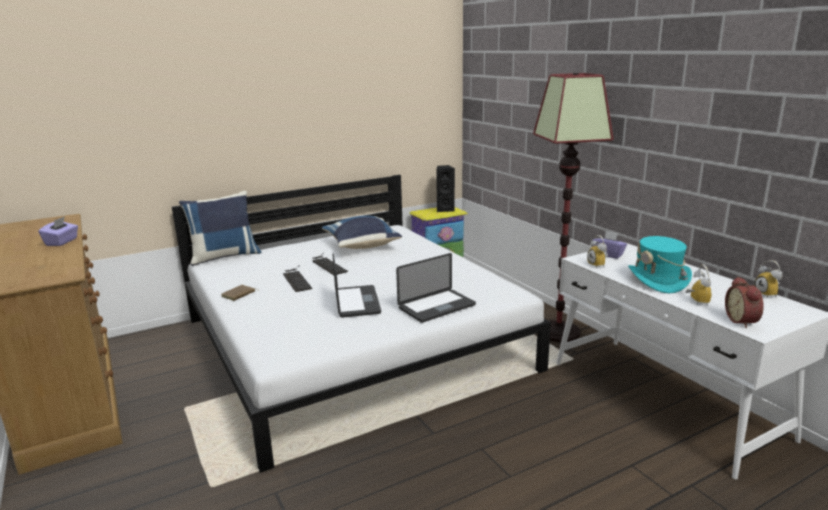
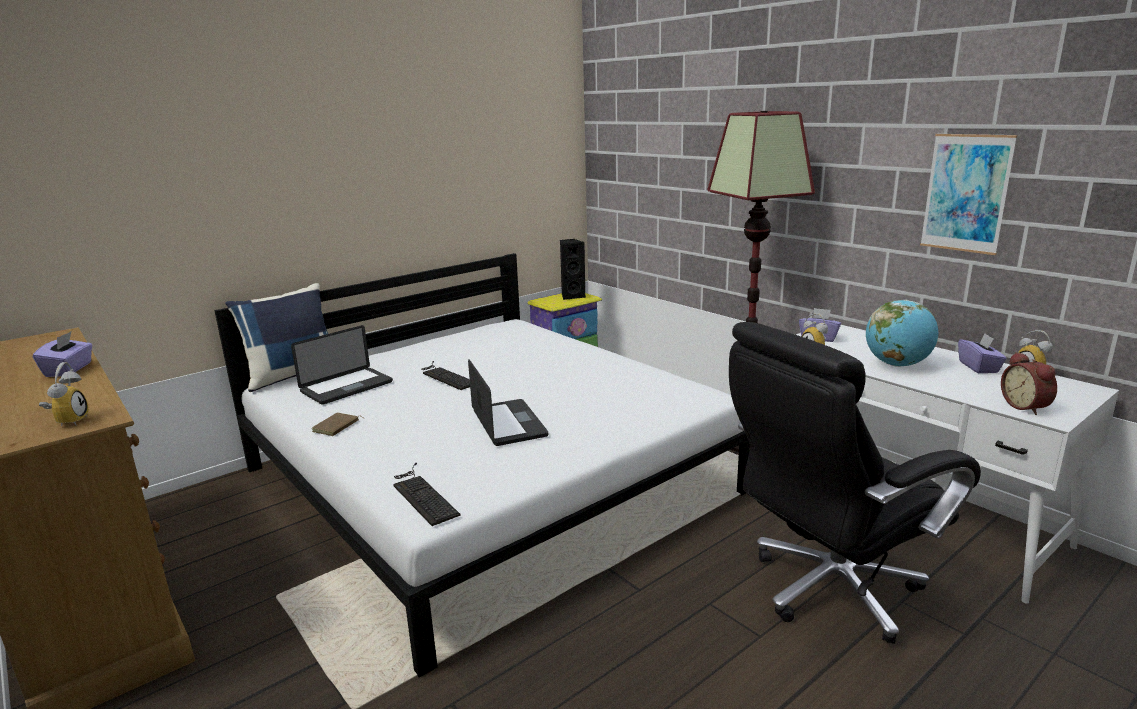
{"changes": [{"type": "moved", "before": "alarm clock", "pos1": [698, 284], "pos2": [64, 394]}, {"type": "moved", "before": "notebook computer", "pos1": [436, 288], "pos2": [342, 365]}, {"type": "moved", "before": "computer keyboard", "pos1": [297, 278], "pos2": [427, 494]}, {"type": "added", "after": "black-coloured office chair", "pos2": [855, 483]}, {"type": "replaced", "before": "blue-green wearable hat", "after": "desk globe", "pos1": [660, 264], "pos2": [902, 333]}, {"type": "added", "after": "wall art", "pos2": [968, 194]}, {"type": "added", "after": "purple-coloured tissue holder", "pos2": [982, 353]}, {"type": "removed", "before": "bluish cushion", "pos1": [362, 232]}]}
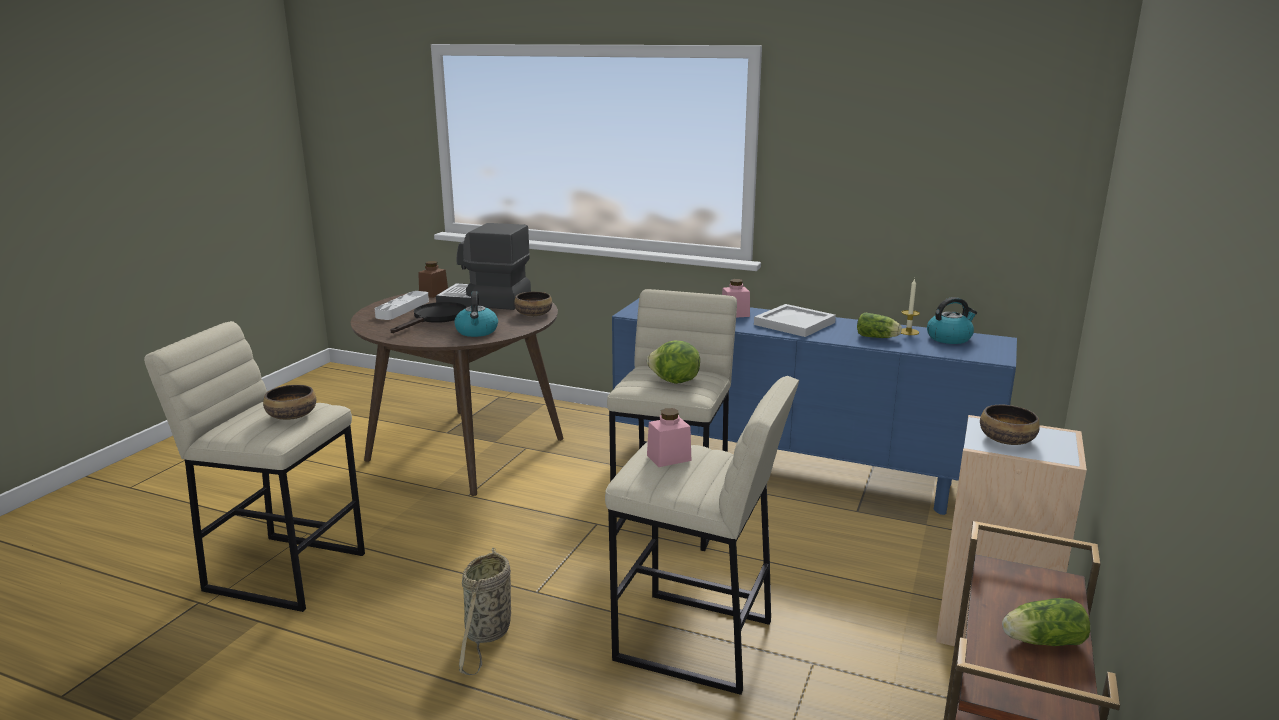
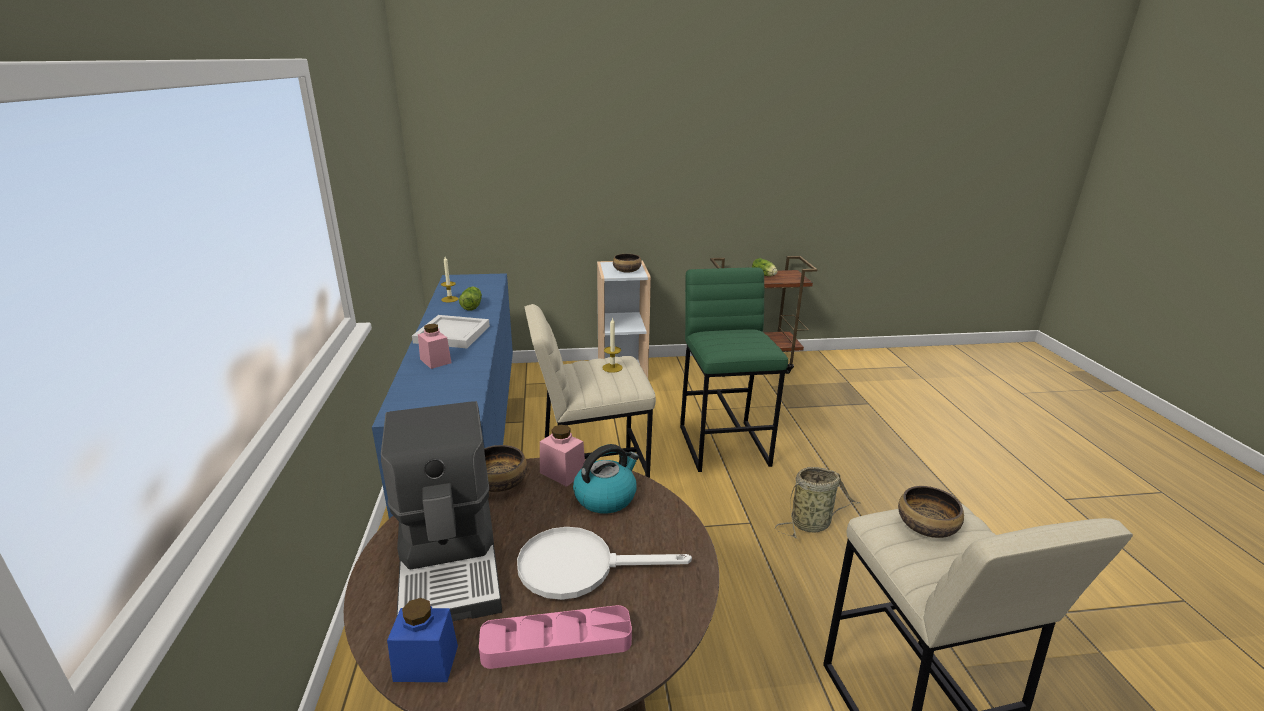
{"changes": [{"type": "recoloured", "before": "brownish storage jar", "after": "bluish storage jar", "pos1": [433, 279], "pos2": [422, 640]}, {"type": "recoloured", "before": "whitish serving tray", "after": "pinkish serving tray", "pos1": [401, 305], "pos2": [555, 637]}, {"type": "recoloured", "before": "black-coloured frying pan", "after": "whitish frying pan", "pos1": [428, 317], "pos2": [604, 563]}, {"type": "moved", "before": "pinkish storage jar", "pos1": [669, 437], "pos2": [562, 456]}, {"type": "replaced", "before": "head of lettuce", "after": "candle", "pos1": [673, 362], "pos2": [612, 345]}, {"type": "recoloured", "before": "sand-coloured stool seat", "after": "green-coloured stool seat", "pos1": [702, 535], "pos2": [734, 369]}, {"type": "removed", "before": "tea kettle", "pos1": [952, 320]}]}
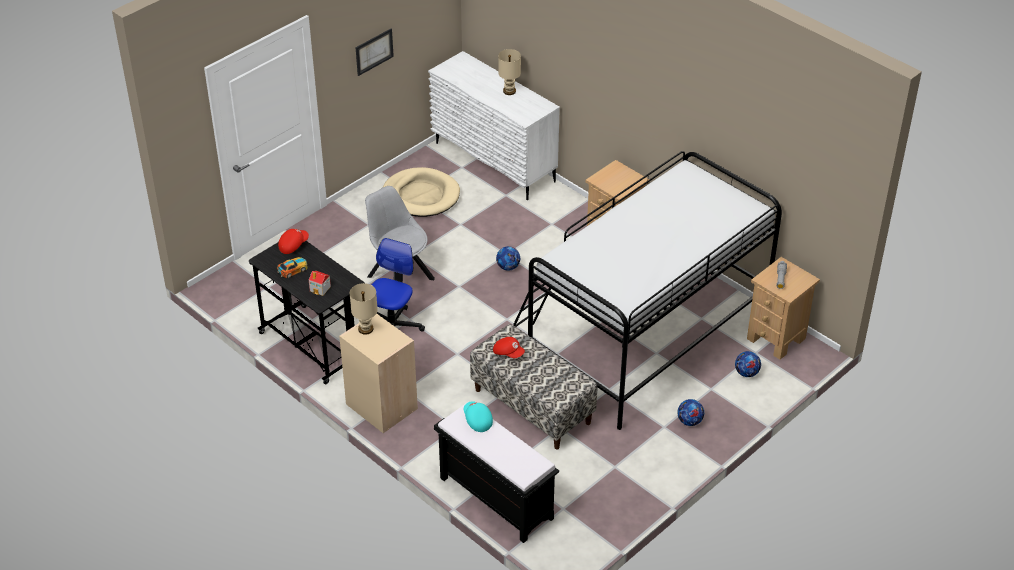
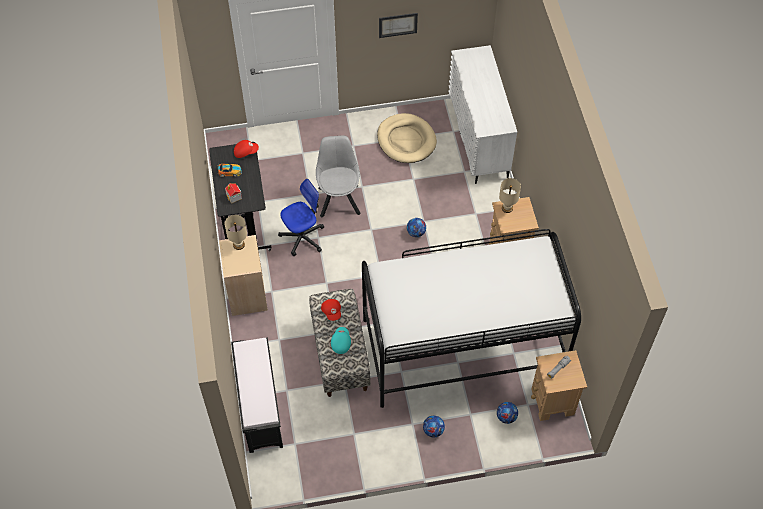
{"changes": [{"type": "moved", "before": "blue-green baseball cap", "pos1": [478, 416], "pos2": [341, 340]}, {"type": "moved", "before": "sand-coloured lamp for a table", "pos1": [509, 72], "pos2": [510, 195]}]}
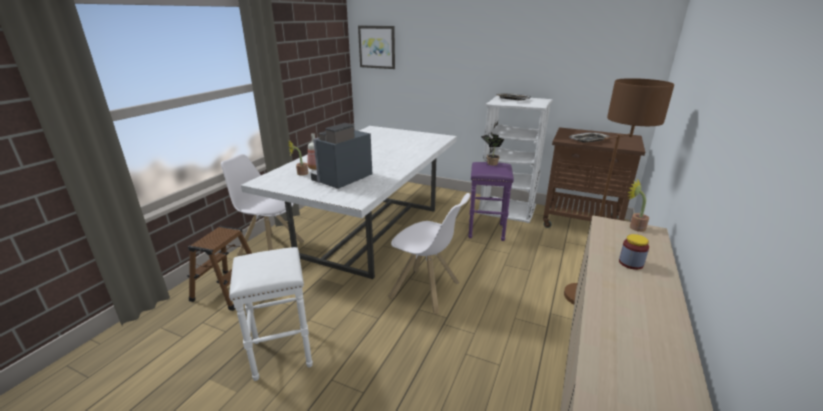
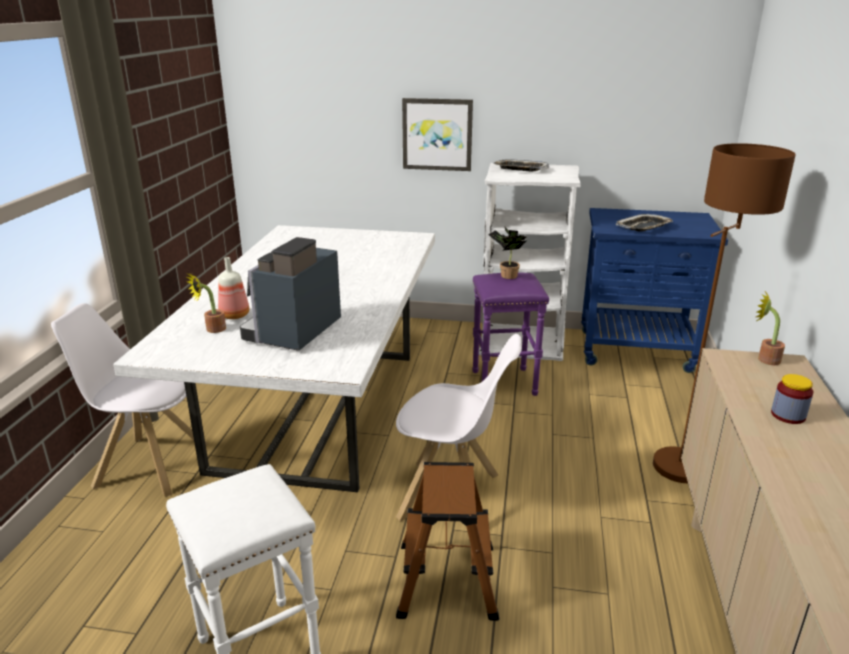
{"changes": [{"type": "moved", "before": "brownish stepladder", "pos1": [219, 268], "pos2": [447, 541]}, {"type": "moved", "before": "wall art", "pos1": [376, 47], "pos2": [437, 134]}, {"type": "recoloured", "before": "brownish cart", "after": "bluish cart", "pos1": [594, 177], "pos2": [654, 290]}]}
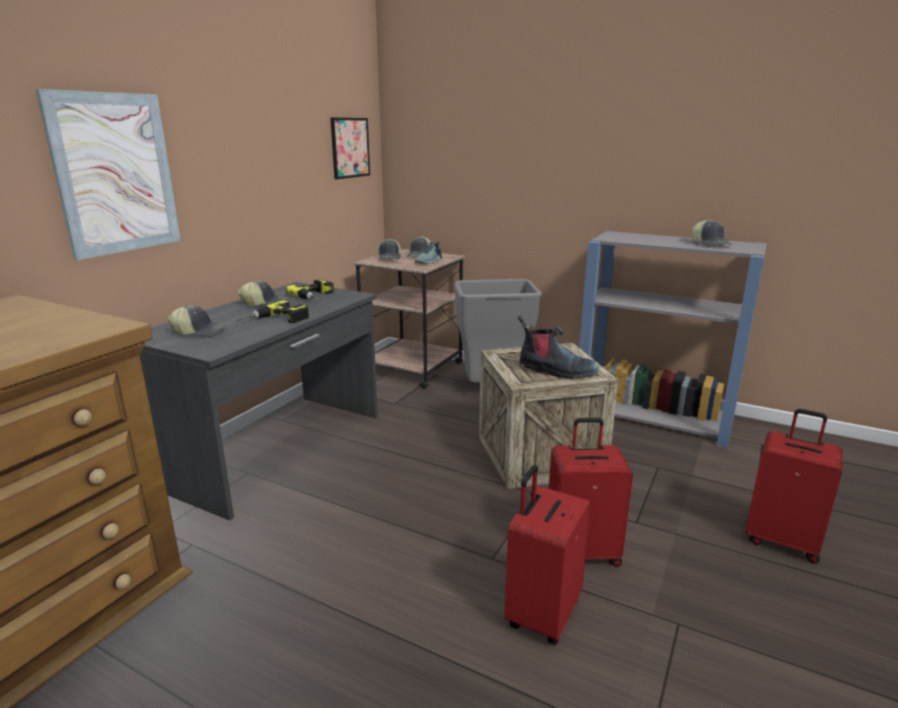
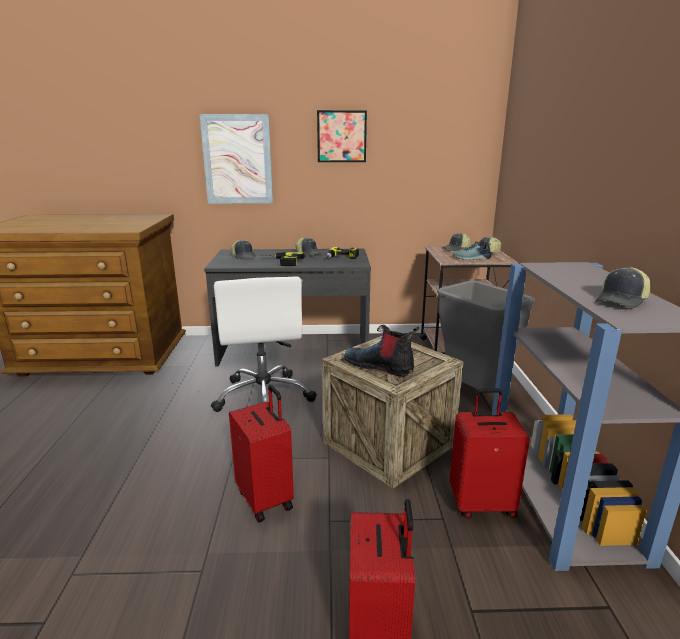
{"changes": [{"type": "added", "after": "whitish office chair", "pos2": [264, 344]}, {"type": "moved", "before": "wall art", "pos1": [350, 148], "pos2": [342, 136]}, {"type": "turned", "before": "high-top boot", "pos1": [558, 347], "pos2": [381, 350], "turn": 135}, {"type": "moved", "before": "red piece of luggage", "pos1": [547, 555], "pos2": [489, 453]}]}
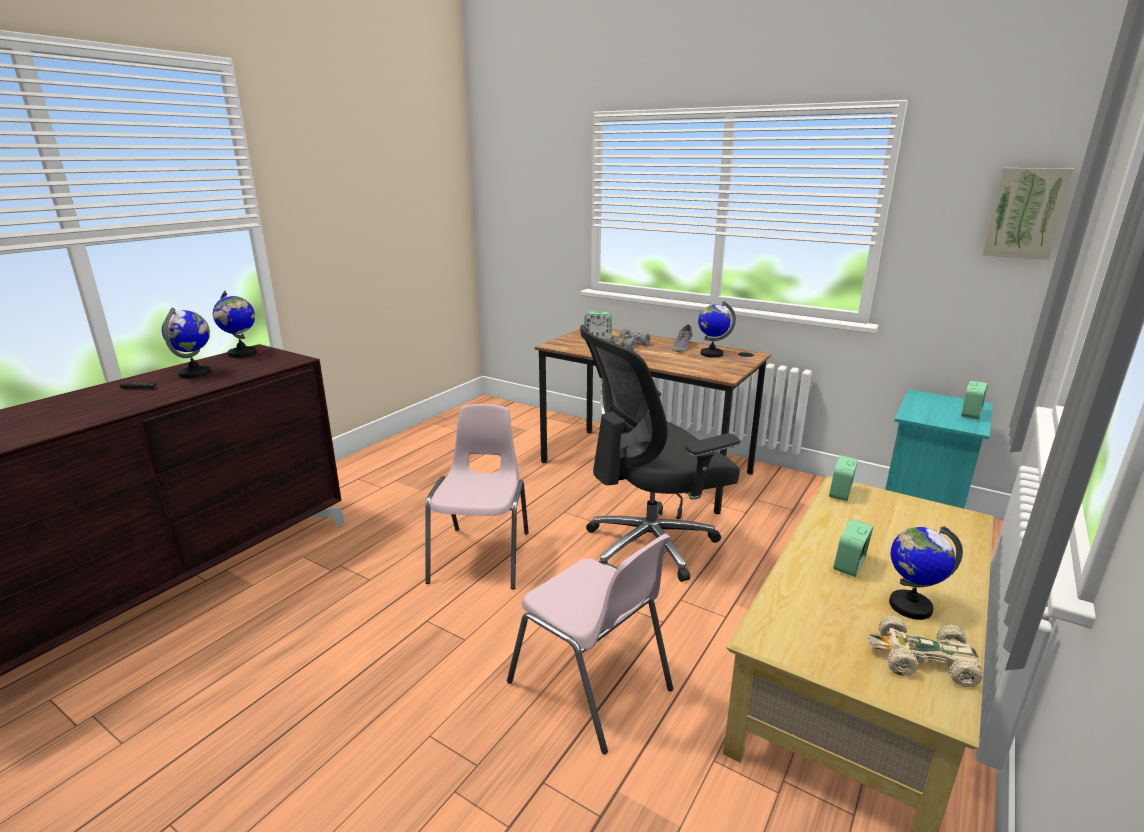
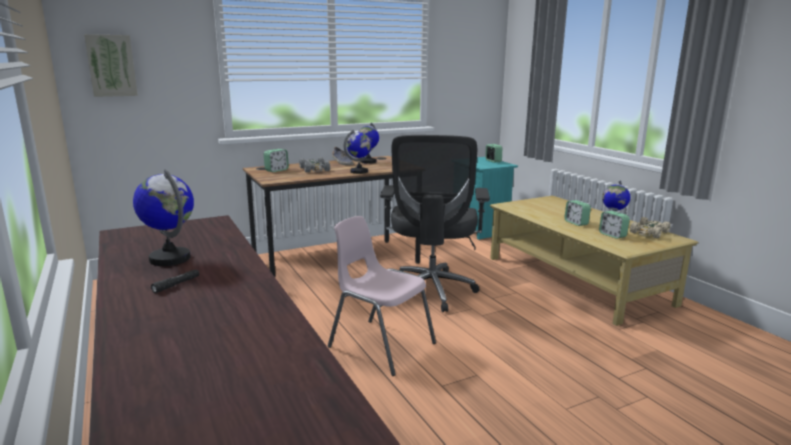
{"changes": [{"type": "moved", "before": "wall art", "pos1": [1028, 214], "pos2": [111, 65]}, {"type": "moved", "before": "desk globe", "pos1": [235, 324], "pos2": [358, 152]}, {"type": "moved", "before": "alarm clock", "pos1": [843, 478], "pos2": [614, 225]}, {"type": "removed", "before": "pinkish plain chair", "pos1": [590, 644]}]}
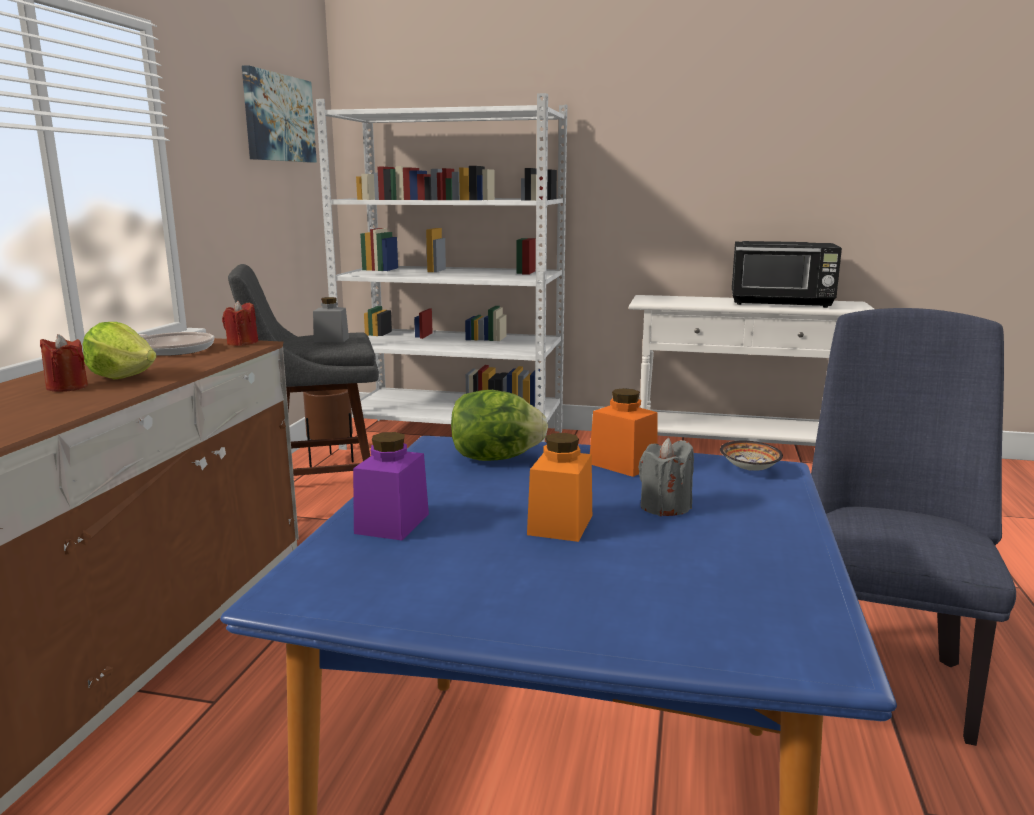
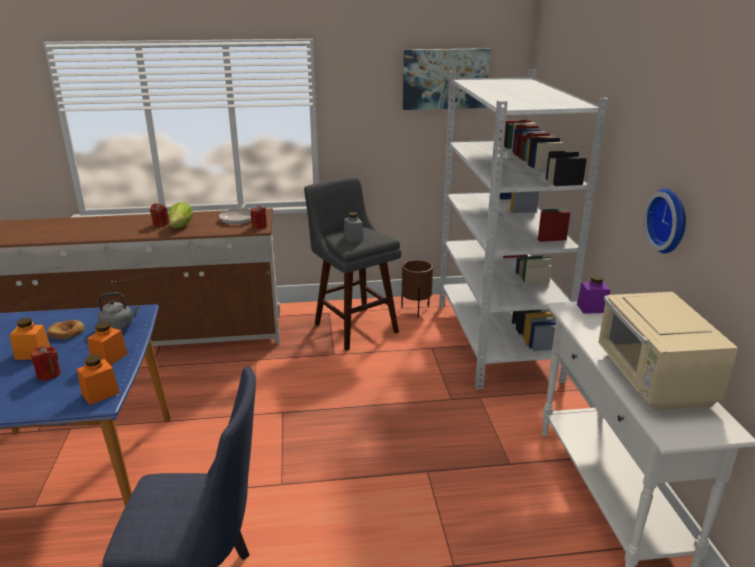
{"changes": [{"type": "recoloured", "before": "gray candle", "after": "red candle", "pos1": [666, 477], "pos2": [46, 363]}, {"type": "added", "after": "baked bread", "pos2": [65, 329]}, {"type": "replaced", "before": "deep dish", "after": "orange storage jar", "pos1": [751, 456], "pos2": [98, 380]}, {"type": "replaced", "before": "head of lettuce", "after": "gray tea kettle", "pos1": [499, 425], "pos2": [118, 311]}, {"type": "moved", "before": "purple-coloured storage jar", "pos1": [391, 486], "pos2": [593, 294]}, {"type": "recoloured", "before": "black-coloured microwave", "after": "sand-coloured microwave", "pos1": [787, 274], "pos2": [668, 351]}, {"type": "added", "after": "clock on the wall", "pos2": [664, 220]}]}
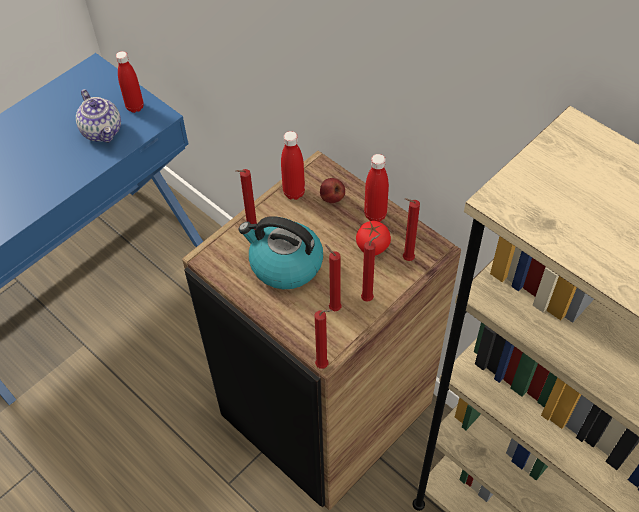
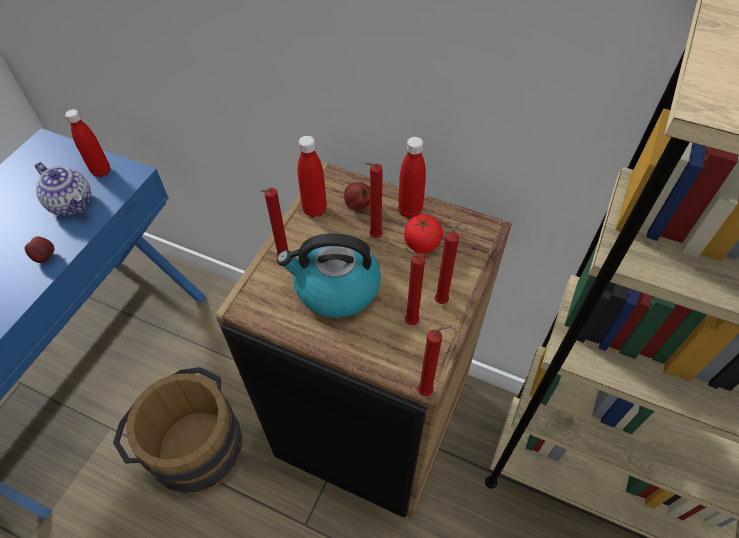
{"changes": [{"type": "added", "after": "apple", "pos2": [40, 249]}, {"type": "added", "after": "brownish bucket", "pos2": [177, 430]}, {"type": "moved", "before": "red candle", "pos1": [411, 229], "pos2": [374, 200]}]}
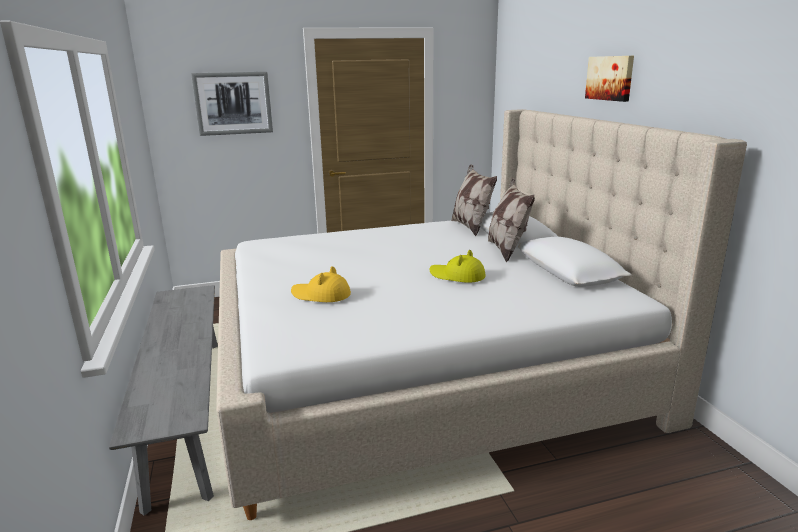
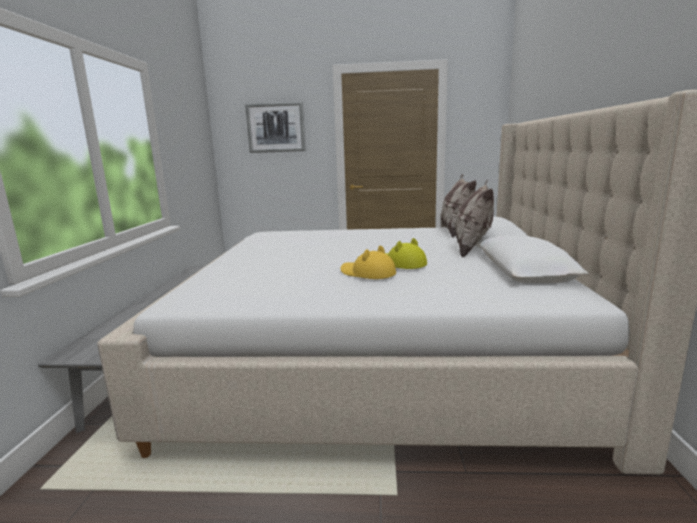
{"changes": [{"type": "moved", "before": "yellow-coloured wearable hat", "pos1": [321, 284], "pos2": [368, 262]}, {"type": "removed", "before": "wall art", "pos1": [609, 79]}]}
